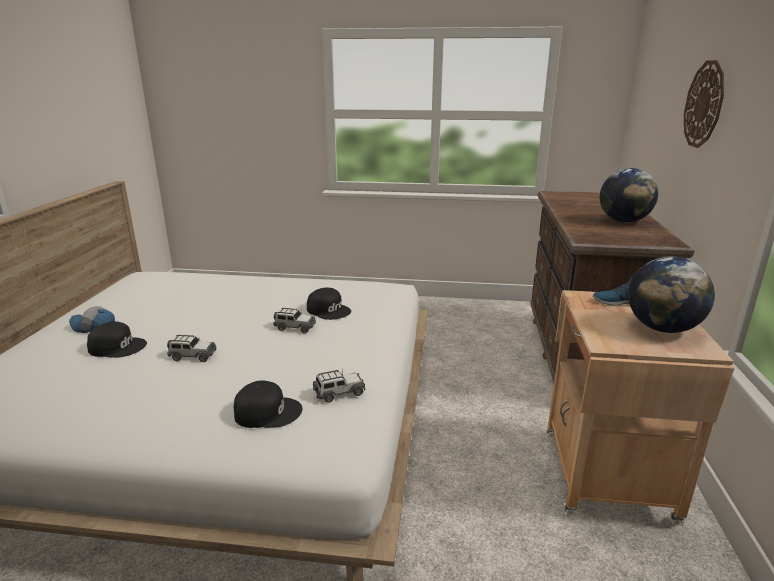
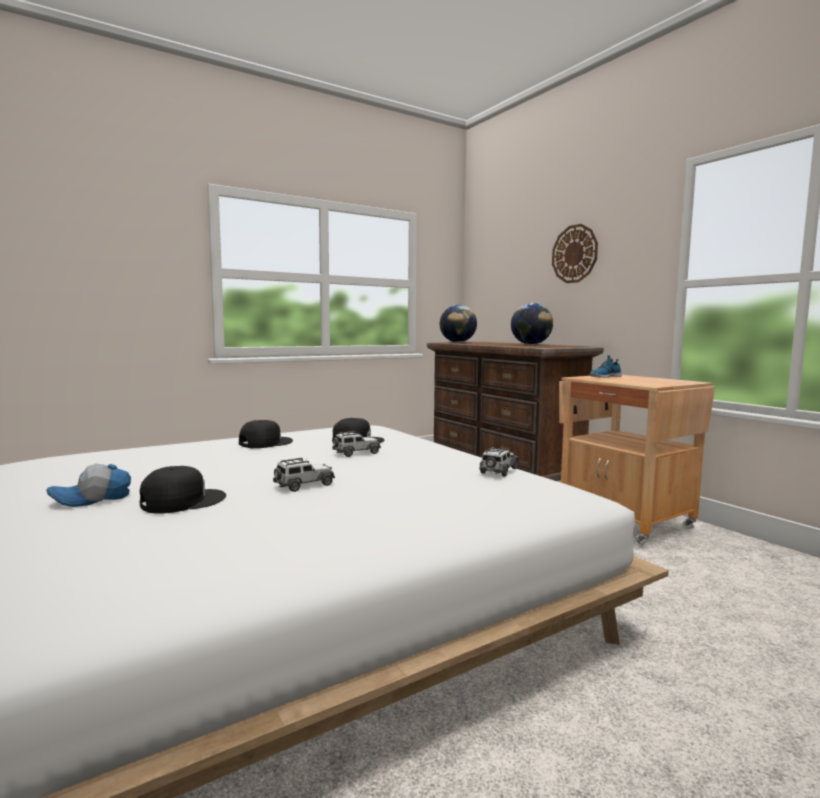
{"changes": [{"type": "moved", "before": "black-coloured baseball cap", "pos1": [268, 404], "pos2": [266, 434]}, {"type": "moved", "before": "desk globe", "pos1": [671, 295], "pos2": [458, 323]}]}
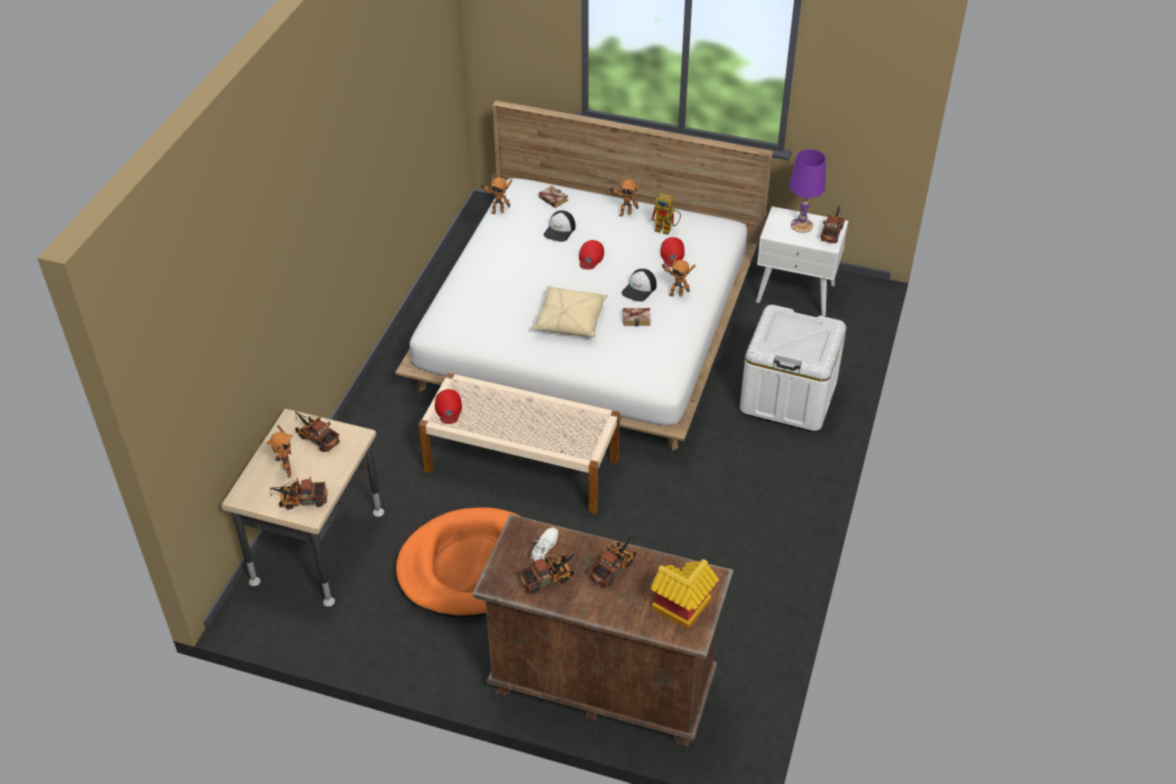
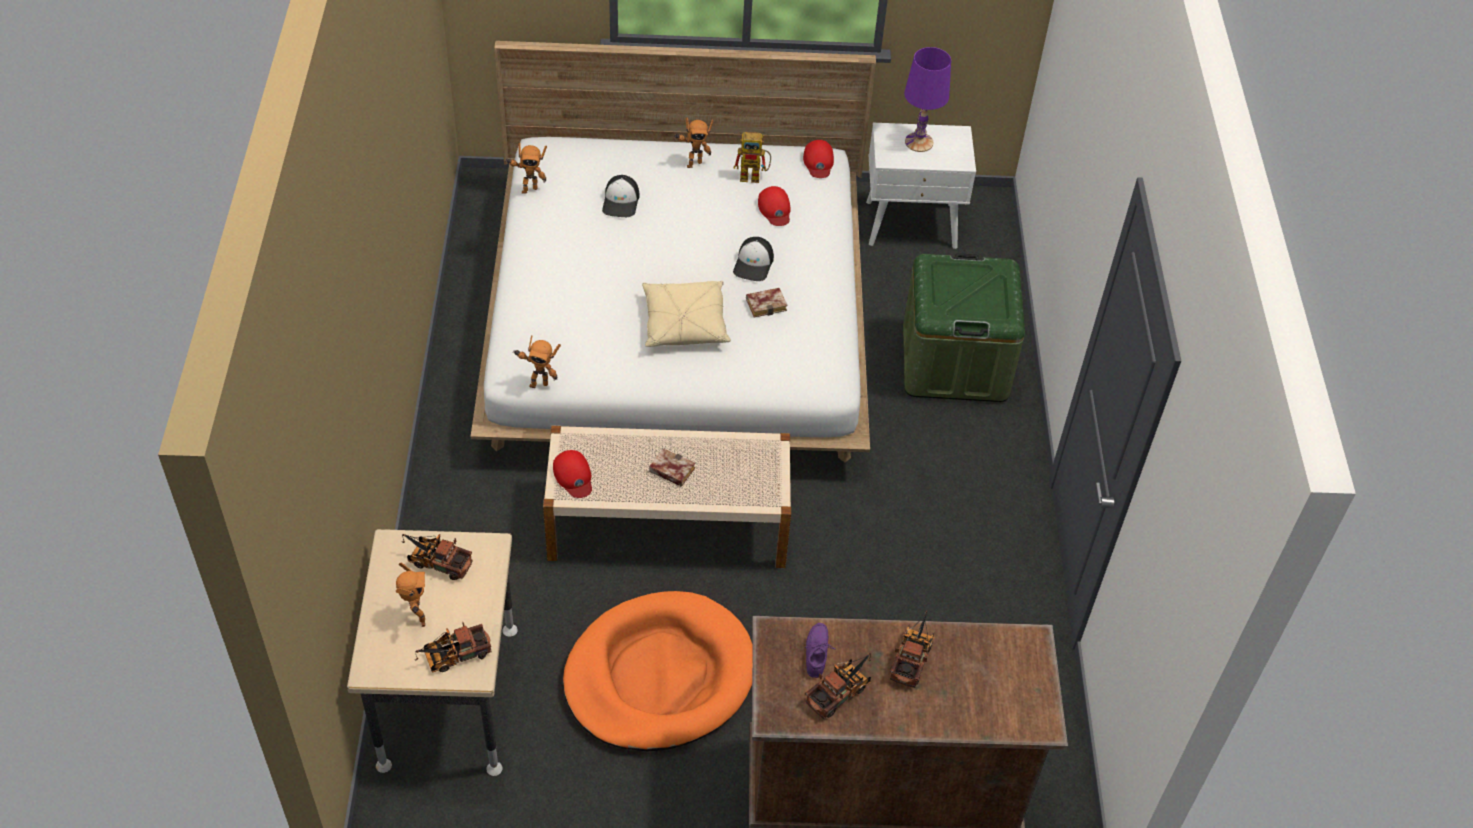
{"changes": [{"type": "moved", "before": "toy robot", "pos1": [678, 276], "pos2": [537, 361]}, {"type": "moved", "before": "bound book", "pos1": [553, 196], "pos2": [672, 467]}, {"type": "moved", "before": "red baseball cap", "pos1": [591, 255], "pos2": [818, 159]}, {"type": "recoloured", "before": "whitish low shoe", "after": "purple-coloured low shoe", "pos1": [544, 545], "pos2": [820, 650]}, {"type": "recoloured", "before": "whitish storage bin", "after": "green-coloured storage bin", "pos1": [793, 368], "pos2": [964, 327]}, {"type": "removed", "before": "toy house", "pos1": [685, 594]}, {"type": "removed", "before": "toy truck", "pos1": [833, 224]}]}
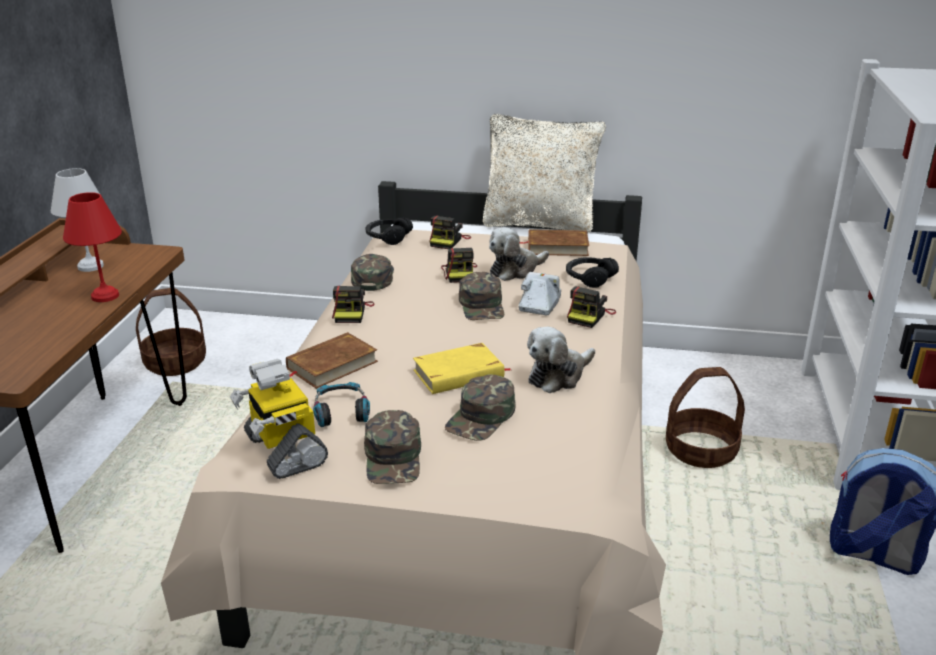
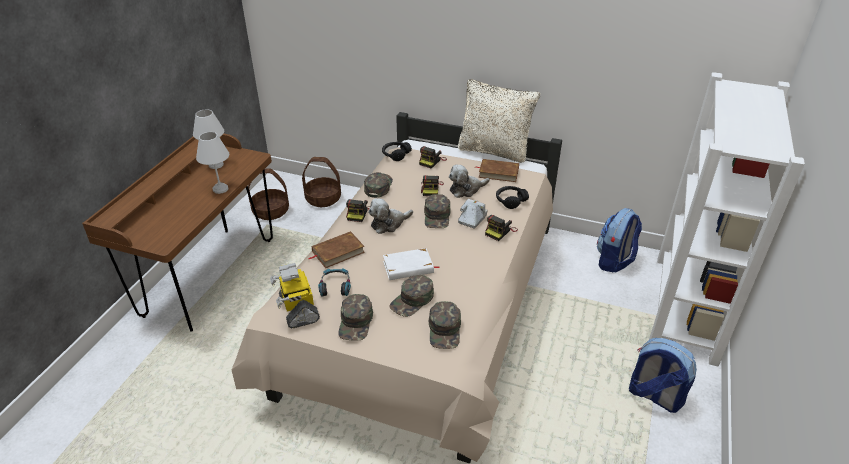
{"changes": [{"type": "recoloured", "before": "red lamp for a table", "after": "whitish lamp for a table", "pos1": [92, 247], "pos2": [212, 163]}, {"type": "moved", "before": "basket", "pos1": [705, 417], "pos2": [321, 182]}, {"type": "moved", "before": "plush toy", "pos1": [561, 360], "pos2": [390, 216]}, {"type": "recoloured", "before": "yellow-coloured bound book", "after": "whitish bound book", "pos1": [462, 368], "pos2": [411, 264]}, {"type": "added", "after": "green-coloured baseball cap", "pos2": [445, 325]}, {"type": "added", "after": "knapsack", "pos2": [619, 240]}]}
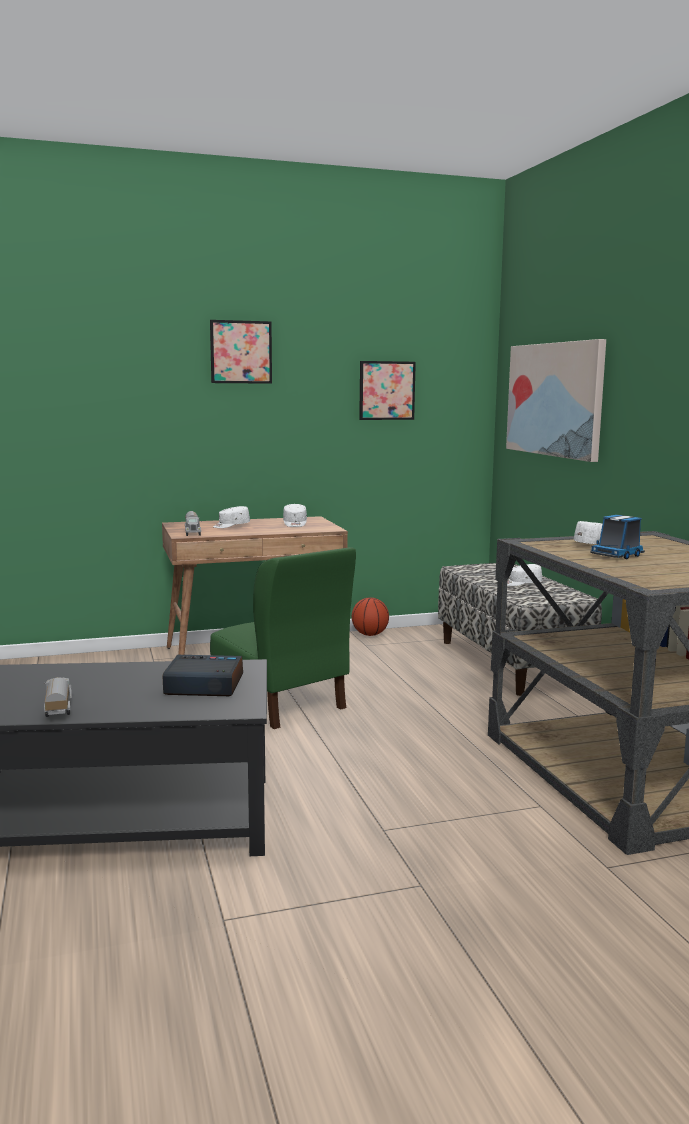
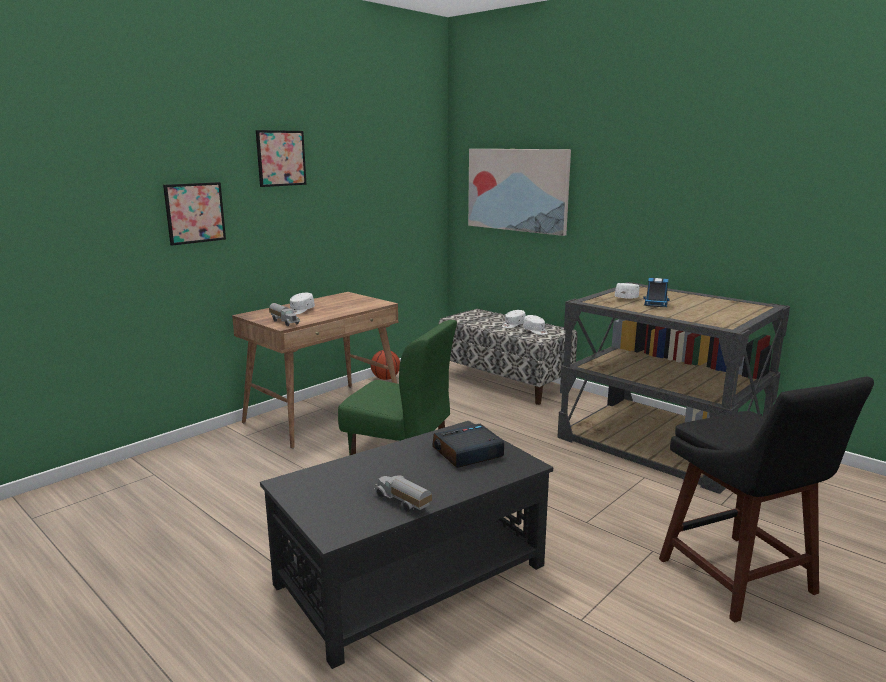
{"changes": [{"type": "moved", "before": "wall art", "pos1": [387, 390], "pos2": [194, 214]}, {"type": "moved", "before": "whitish baseball cap", "pos1": [295, 515], "pos2": [535, 325]}, {"type": "added", "after": "black-coloured stool seat", "pos2": [766, 500]}]}
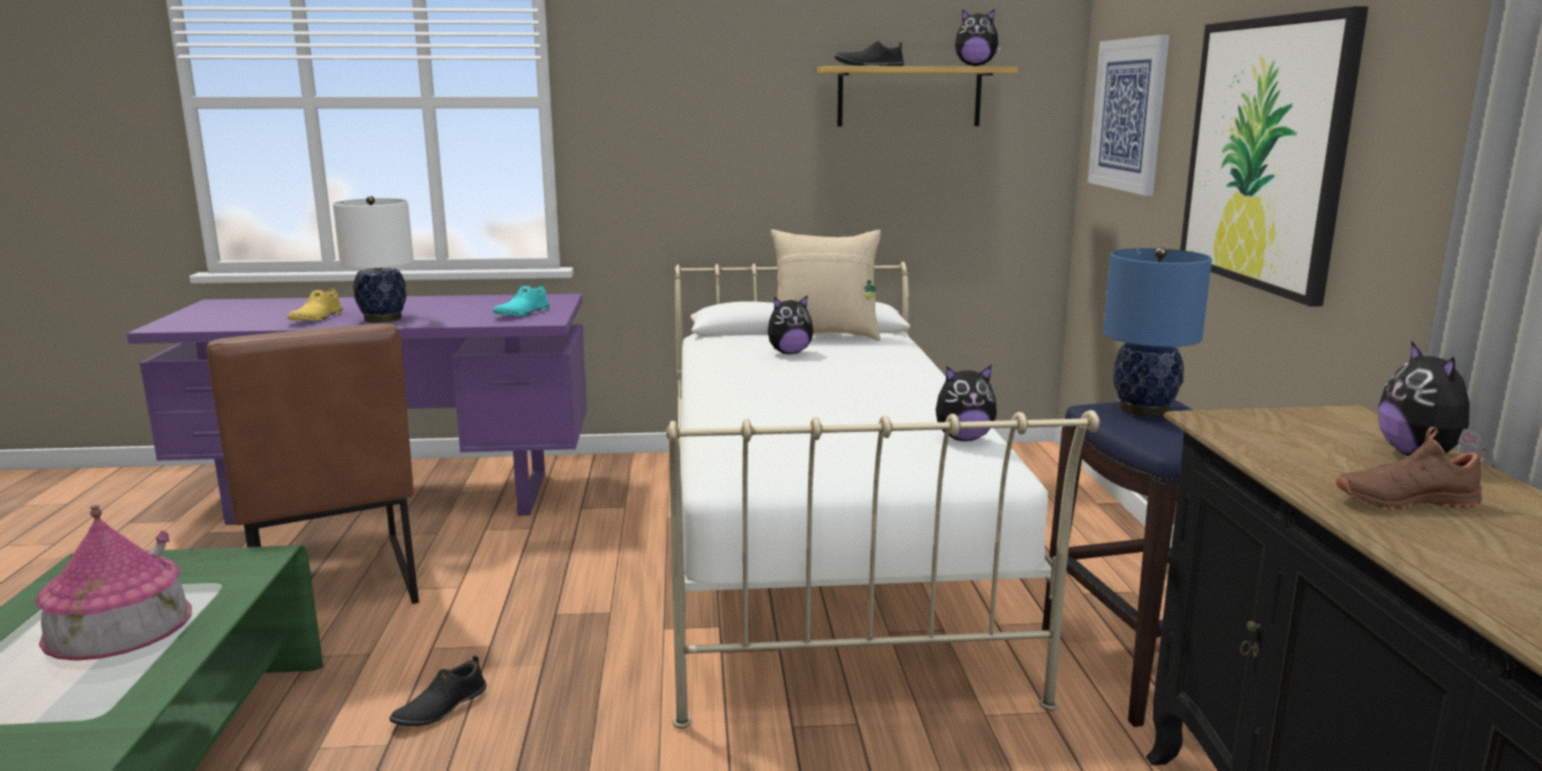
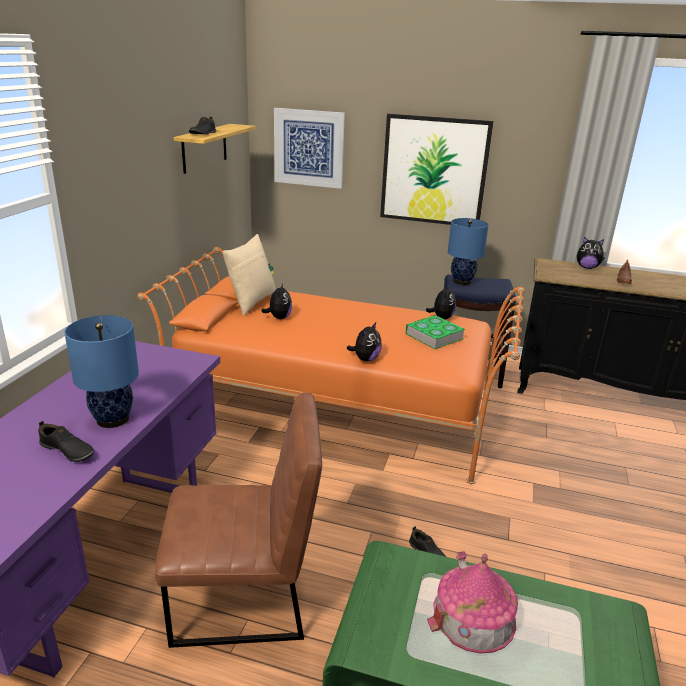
{"changes": [{"type": "recoloured", "before": "yellow-coloured low shoe", "after": "black-coloured low shoe", "pos1": [315, 303], "pos2": [66, 441]}, {"type": "recoloured", "before": "whitish lamp for a table", "after": "bluish lamp for a table", "pos1": [373, 259], "pos2": [102, 371]}, {"type": "recoloured", "before": "whitish sleeping bed", "after": "orange sleeping bed", "pos1": [883, 495], "pos2": [331, 365]}, {"type": "moved", "before": "plush toy", "pos1": [978, 37], "pos2": [364, 342]}, {"type": "added", "after": "bound book", "pos2": [435, 332]}, {"type": "removed", "before": "blue-green low shoe", "pos1": [521, 299]}]}
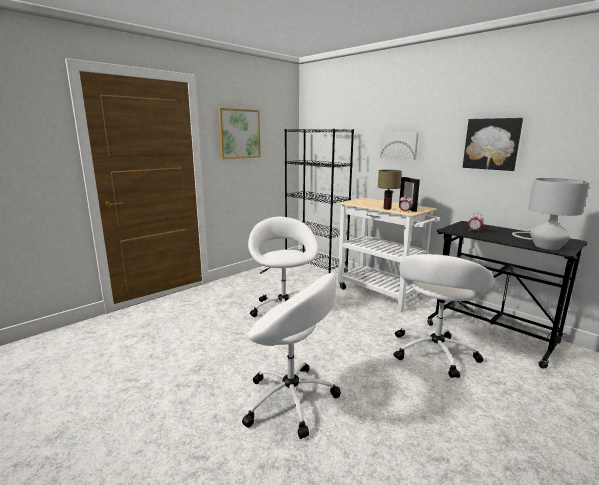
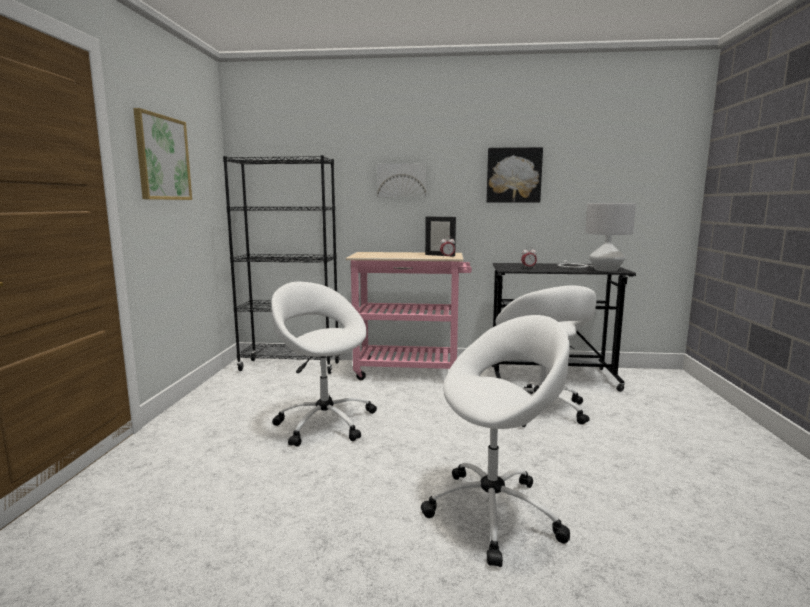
{"changes": [{"type": "recoloured", "before": "whitish cart", "after": "pinkish cart", "pos1": [388, 255], "pos2": [409, 316]}, {"type": "removed", "before": "lamp for a table", "pos1": [390, 190]}]}
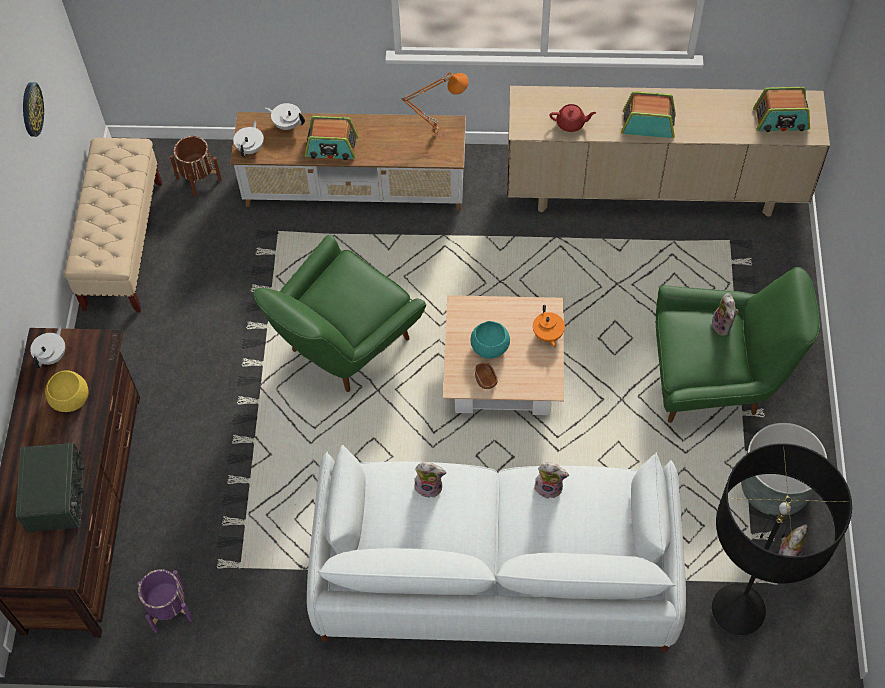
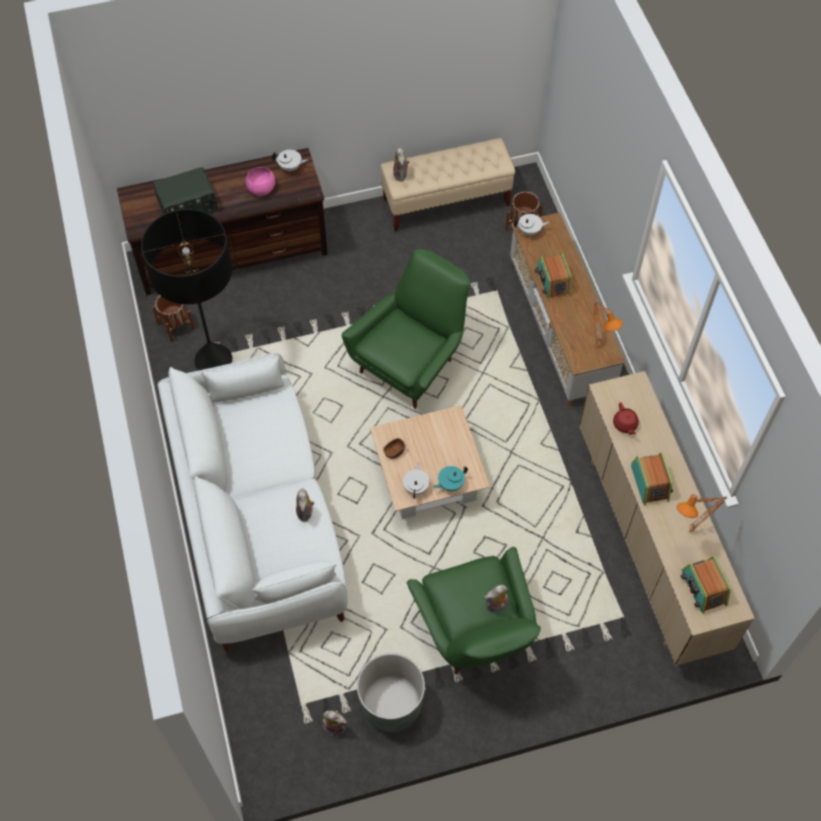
{"changes": [{"type": "moved", "before": "black-coloured standard lamp", "pos1": [782, 539], "pos2": [186, 289]}, {"type": "recoloured", "before": "purple-coloured plant pot", "after": "brownish plant pot", "pos1": [165, 601], "pos2": [173, 318]}, {"type": "recoloured", "before": "yellow-coloured deep dish", "after": "pinkish deep dish", "pos1": [66, 391], "pos2": [260, 181]}, {"type": "turned", "before": "green-coloured lounge chair", "pos1": [339, 313], "pos2": [406, 329], "turn": 105}, {"type": "moved", "before": "plush toy", "pos1": [430, 480], "pos2": [401, 164]}, {"type": "moved", "before": "whitish tea pot", "pos1": [285, 116], "pos2": [416, 480]}, {"type": "recoloured", "before": "orange tea pot", "after": "blue-green tea pot", "pos1": [549, 326], "pos2": [450, 478]}, {"type": "added", "after": "orange lamp for a table", "pos2": [702, 513]}, {"type": "removed", "before": "clock on the wall", "pos1": [33, 109]}, {"type": "removed", "before": "blue-green deep dish", "pos1": [490, 340]}]}
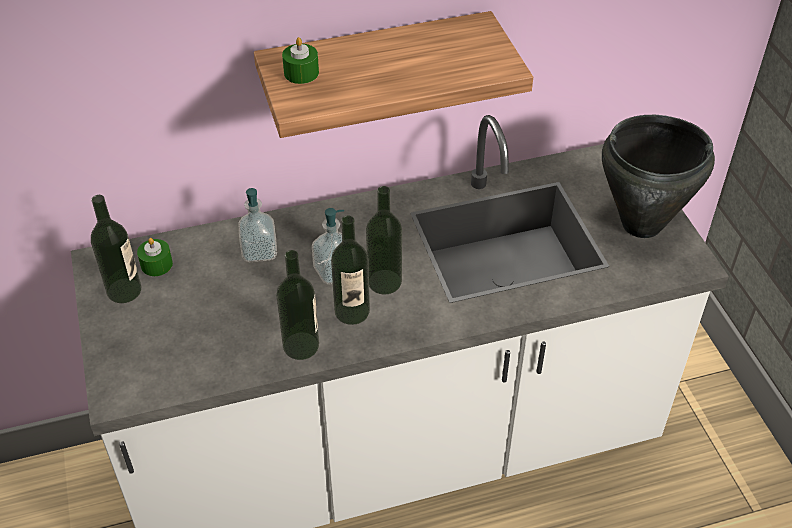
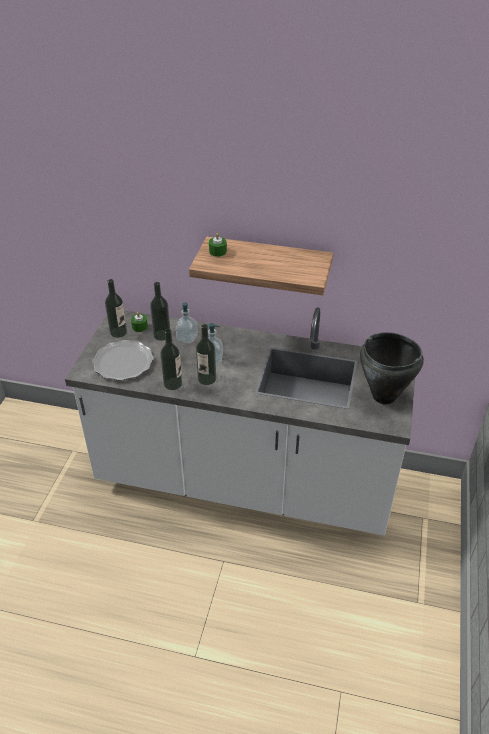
{"changes": [{"type": "added", "after": "dinner plate", "pos2": [123, 360]}, {"type": "moved", "before": "drink bottle", "pos1": [384, 240], "pos2": [160, 311]}]}
